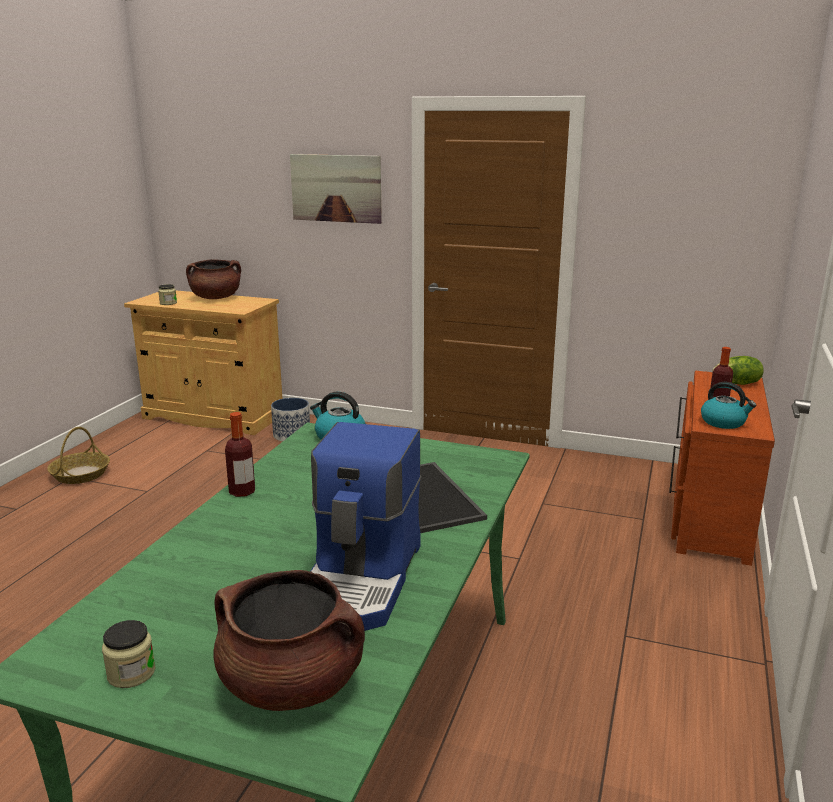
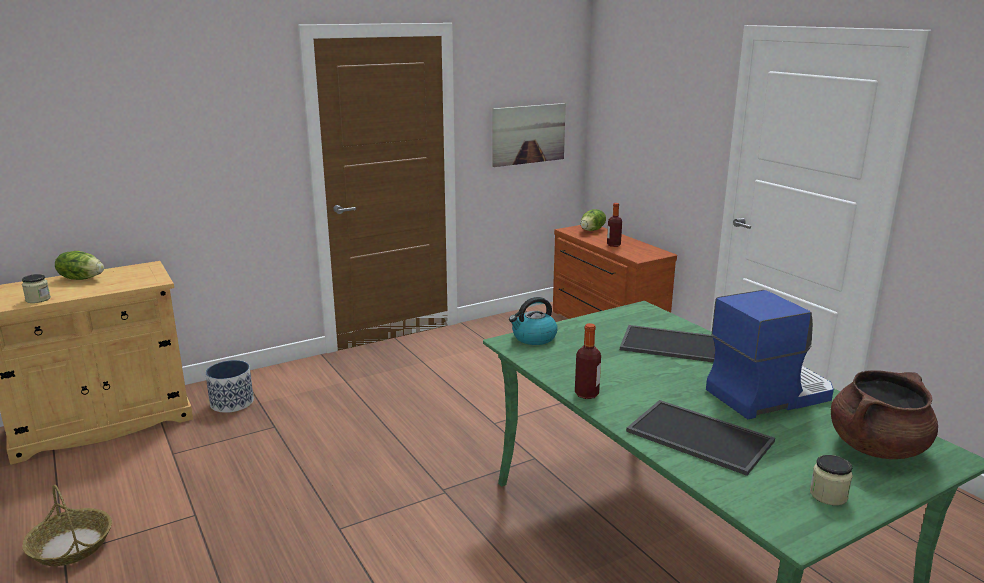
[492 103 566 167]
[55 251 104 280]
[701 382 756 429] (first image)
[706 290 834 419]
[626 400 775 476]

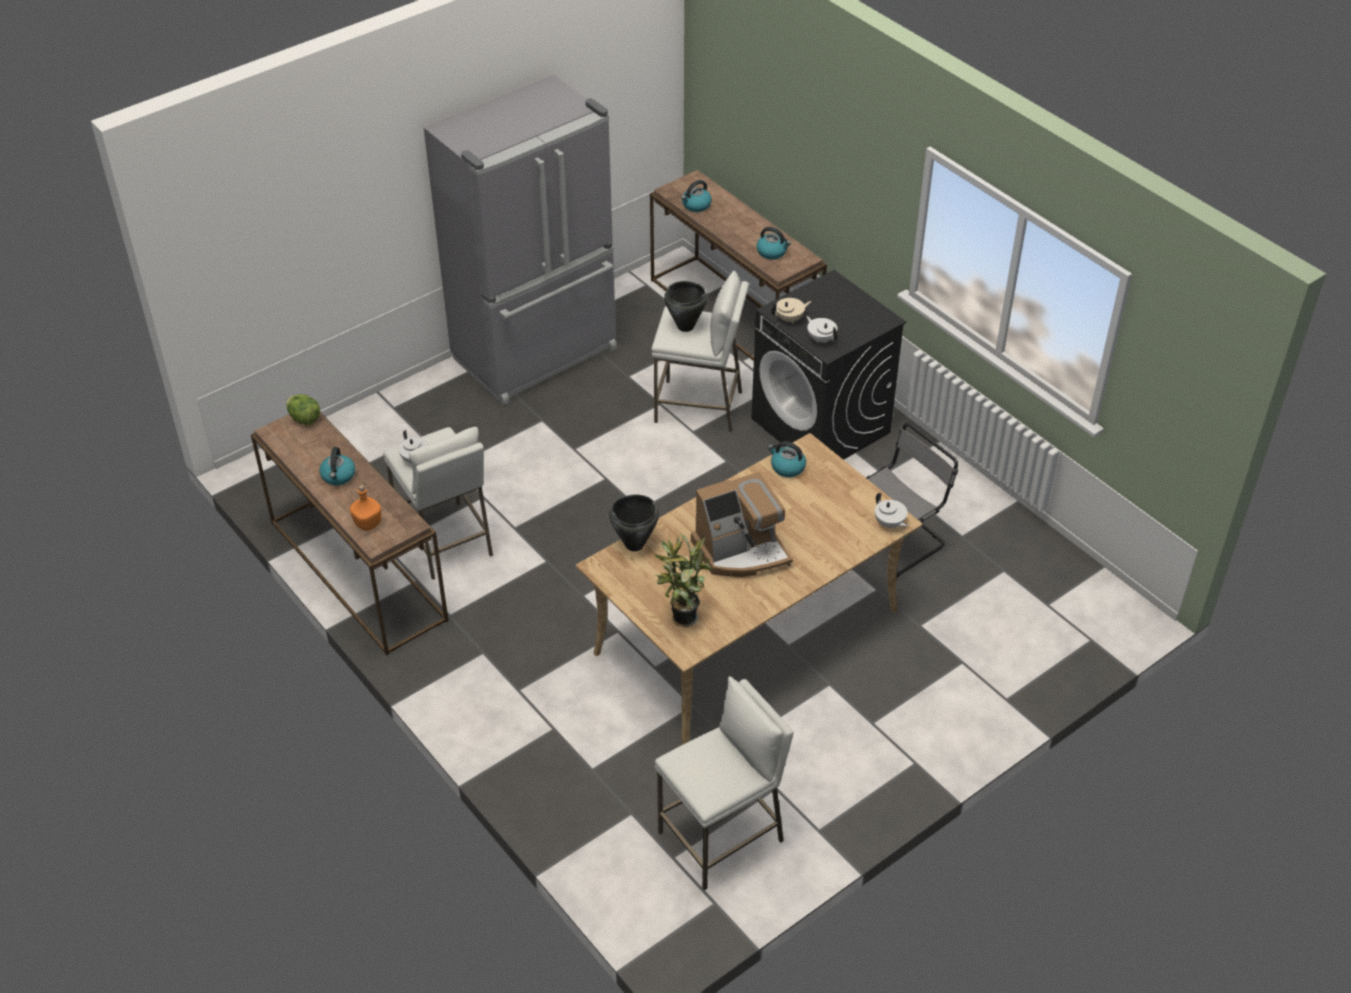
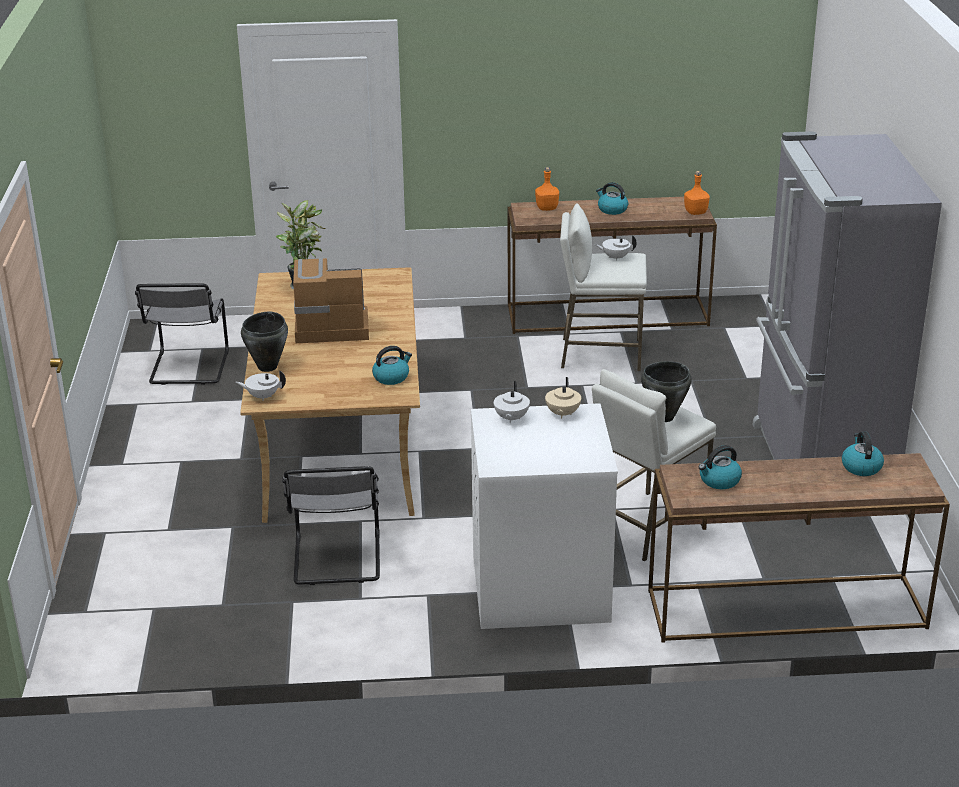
[471 403 618 629]
[494 381 530 423]
[684 171 710 215]
[293 258 369 343]
[241 311 288 372]
[135 283 229 385]

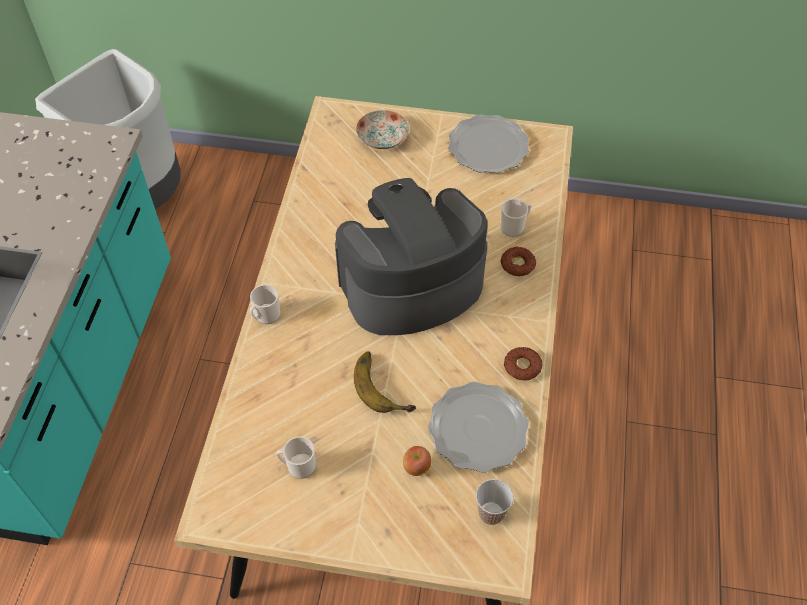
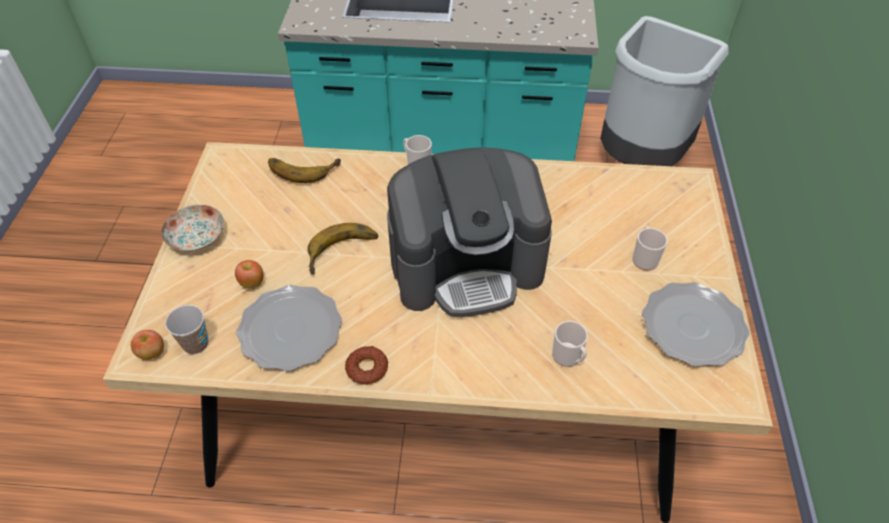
[162 205 224 252]
[387 147 552 317]
[501 247 536 276] (first image)
[632 226 668 270]
[268 158 341 183]
[131 330 164 360]

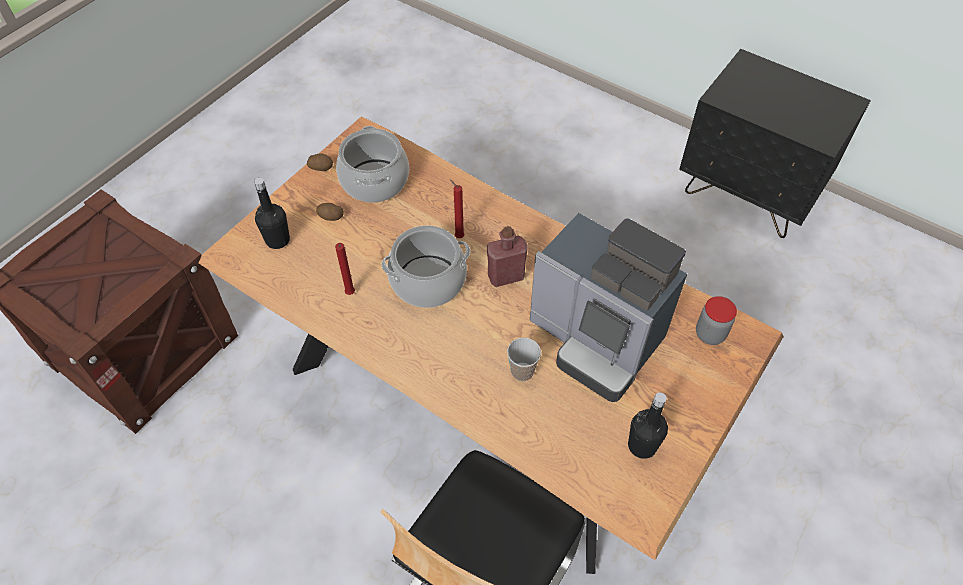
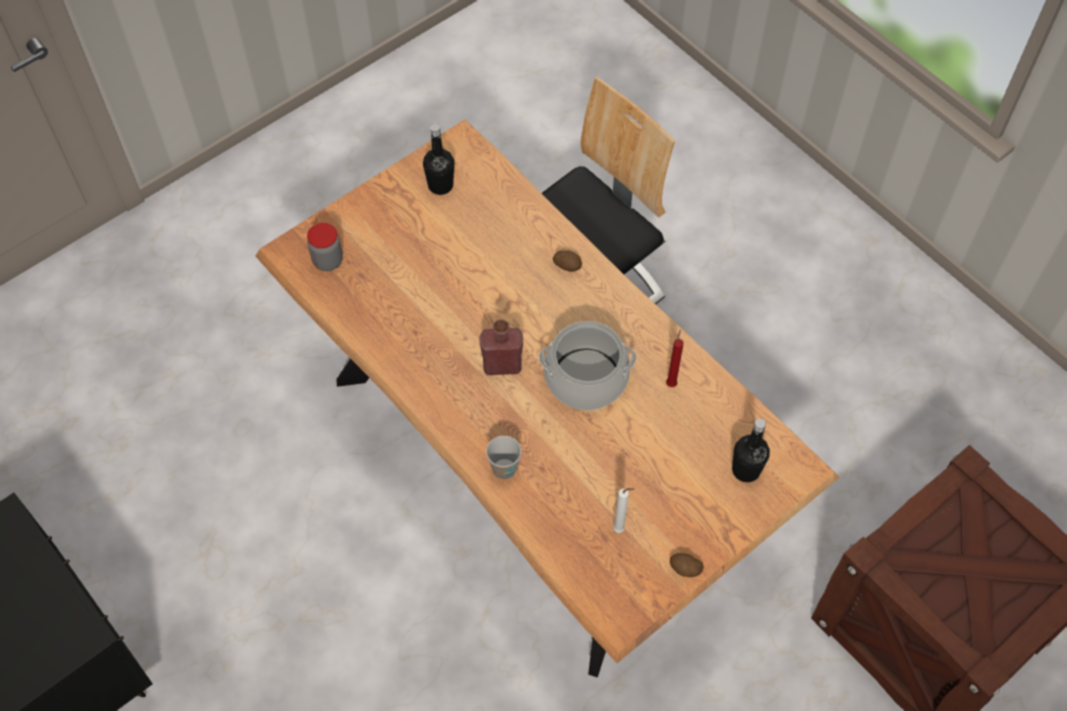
[613 488 635 533]
[450 179 465 238] (first image)
[553 250 582 272]
[530 213 687 402] (first image)
[486 436 521 479]

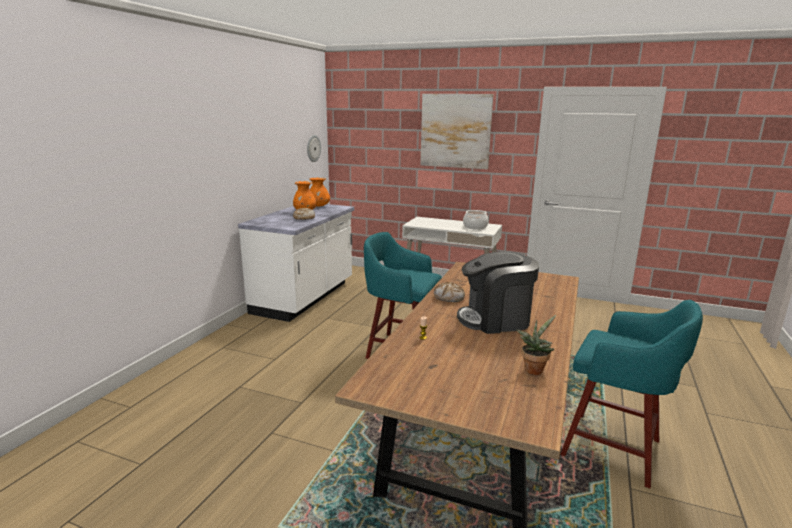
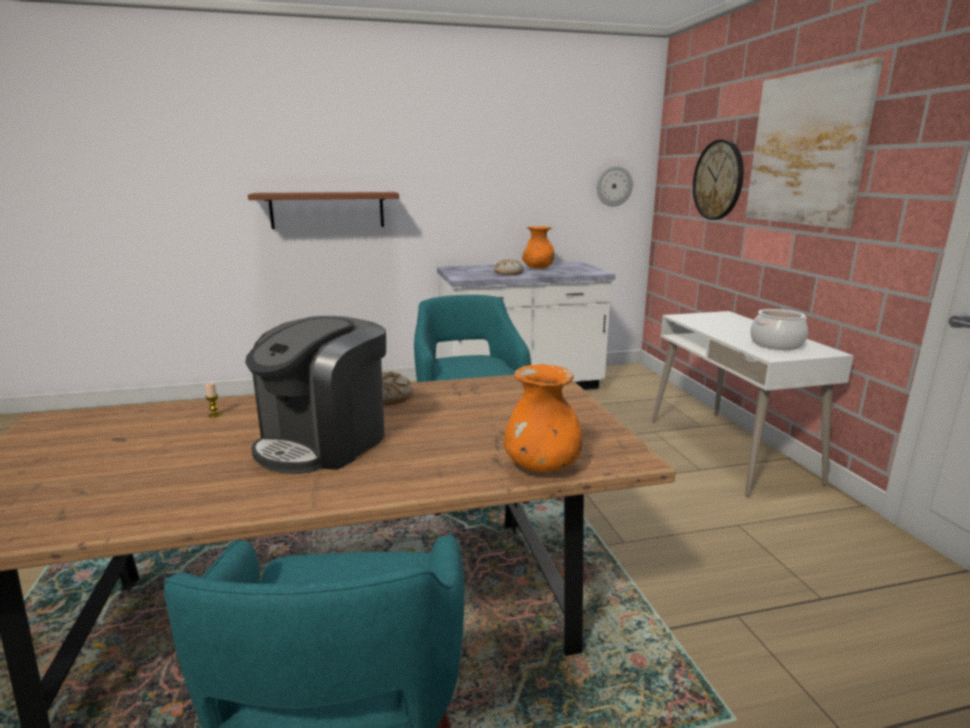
[504 364 582 472]
[245 316 386 474]
[516 315 556 375] (first image)
[693 139 744 220]
[248 192 399 229]

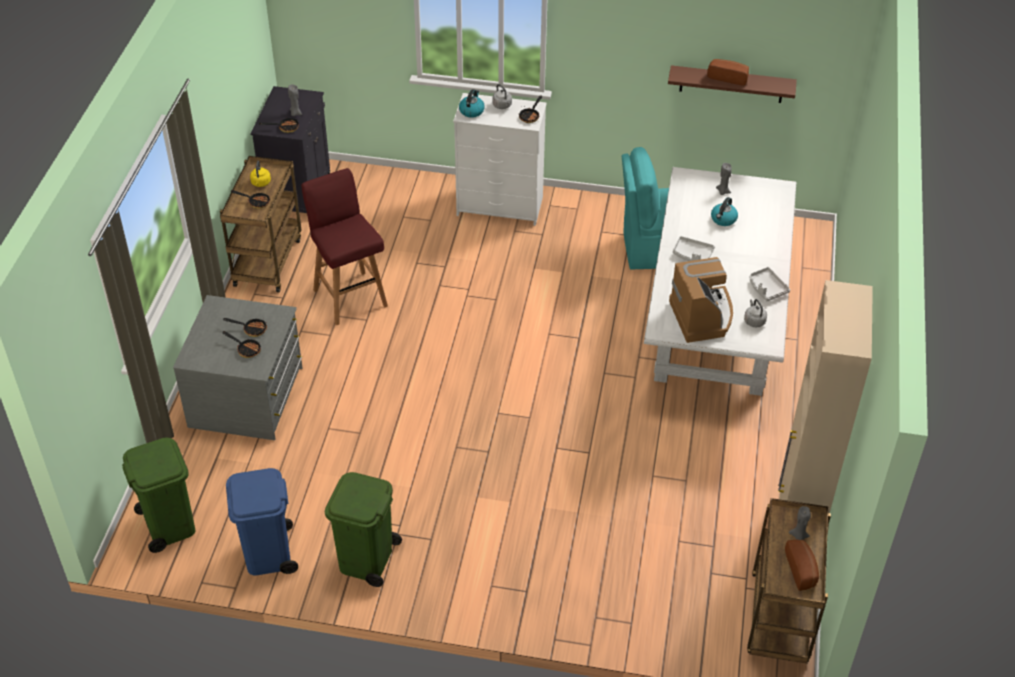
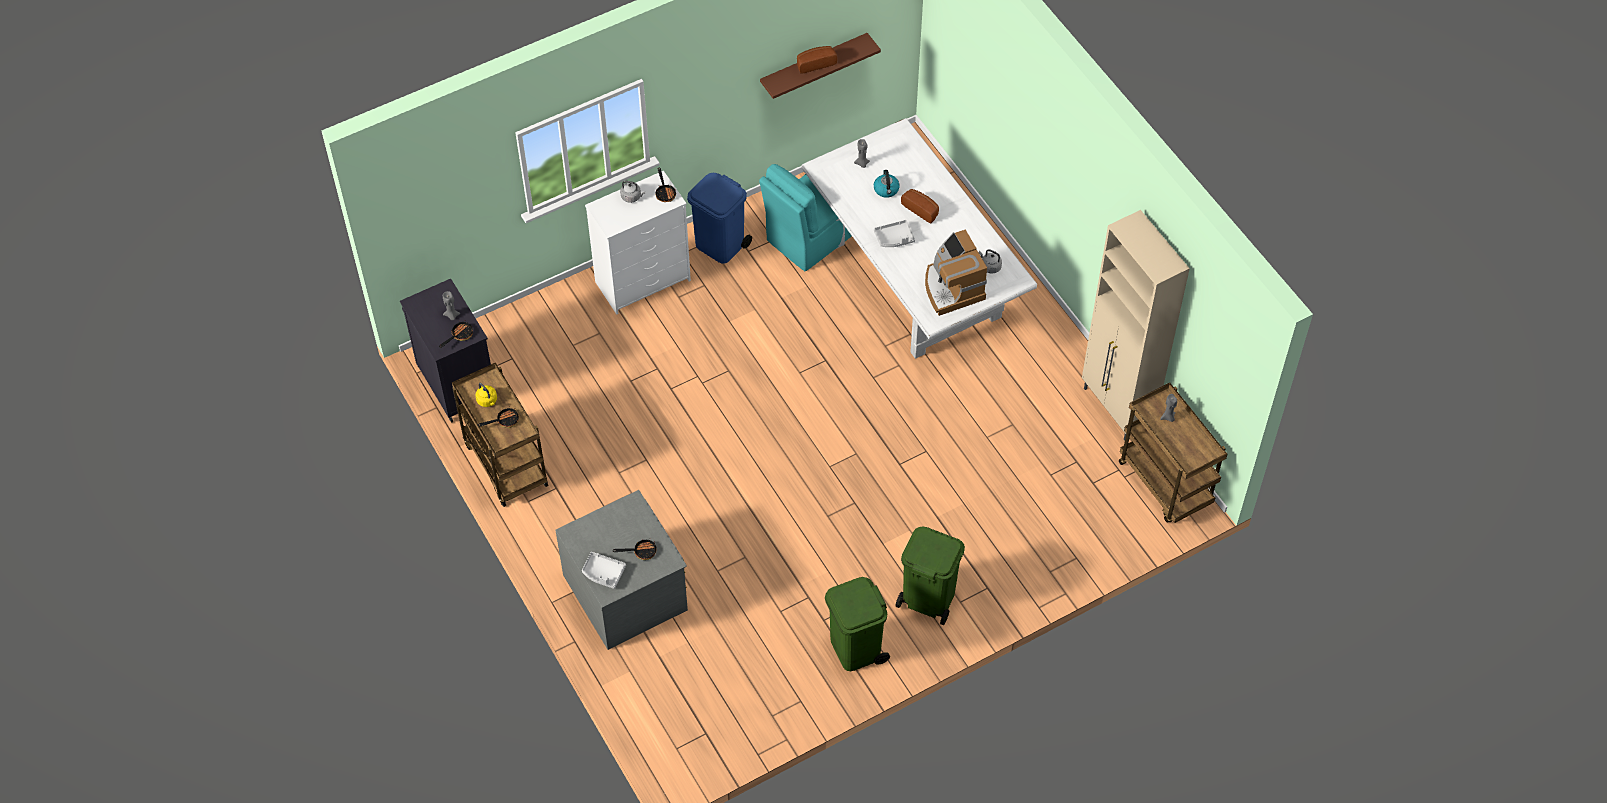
[459 89 485 118] (first image)
[301 168 388 325] (first image)
[925 229 987 316]
[582 552 626 589]
[223 318 267 337] (first image)
[896 526 965 625]
[687 173 752 264]
[901 189 939 223]

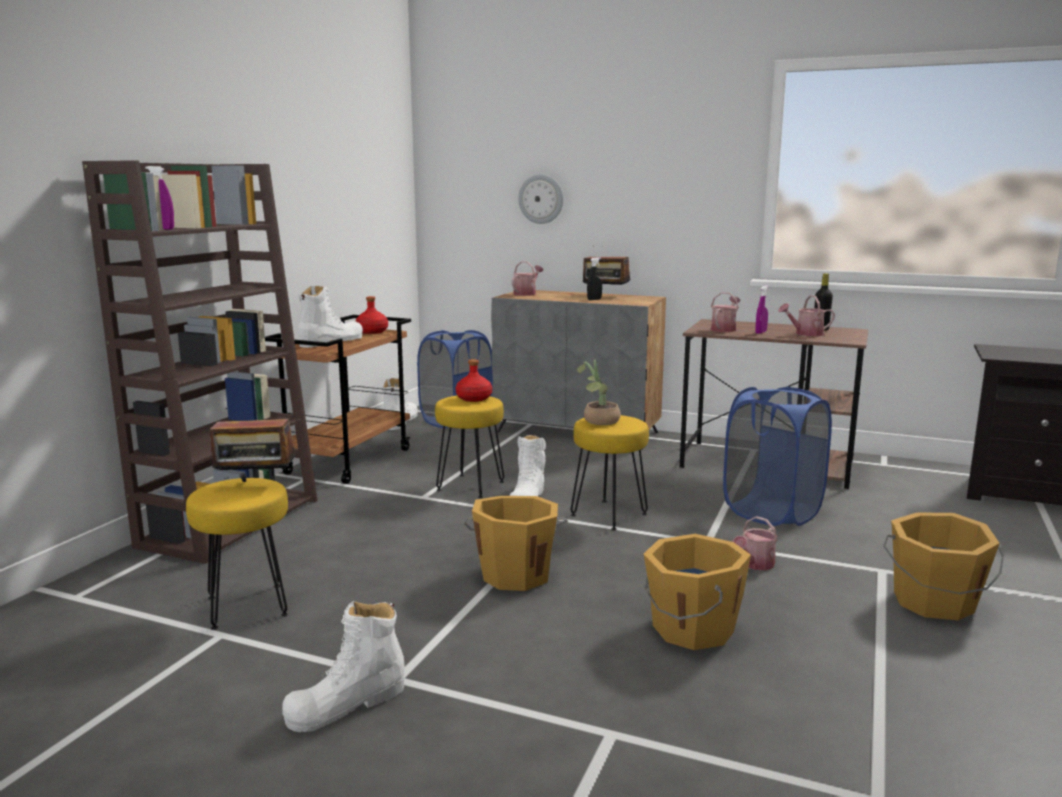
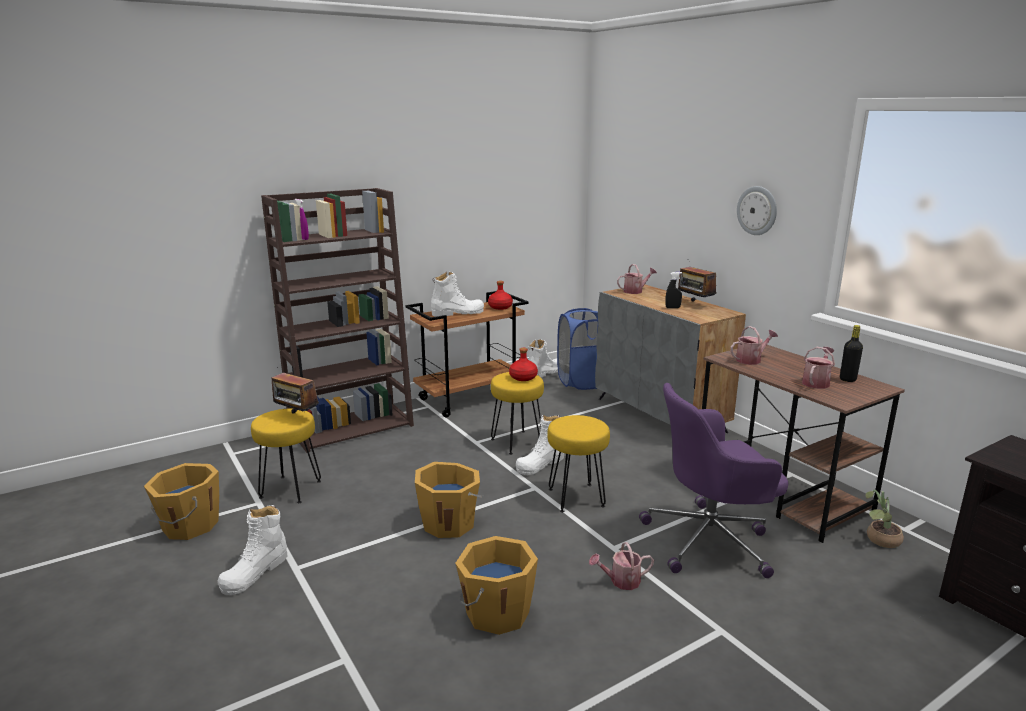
[737 186 777 235]
[755 285 768 334] (first image)
[802 347 835 389]
[865 490 904 548]
[639 383 788 578]
[144 463 219 540]
[218 505 288 595]

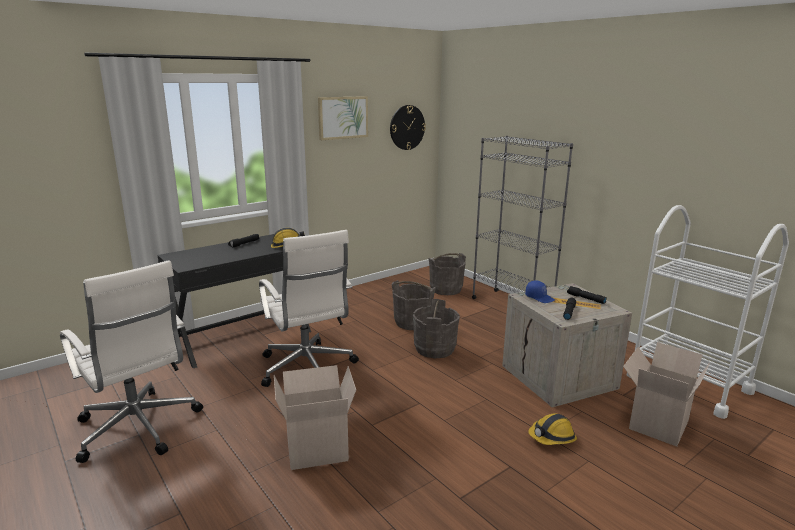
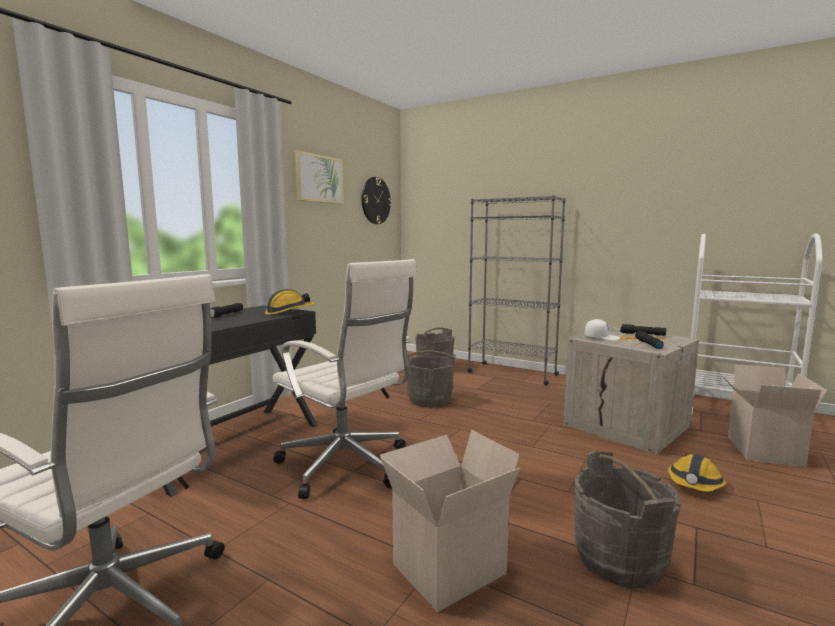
[585 319 620 341]
[574 451 681 588]

